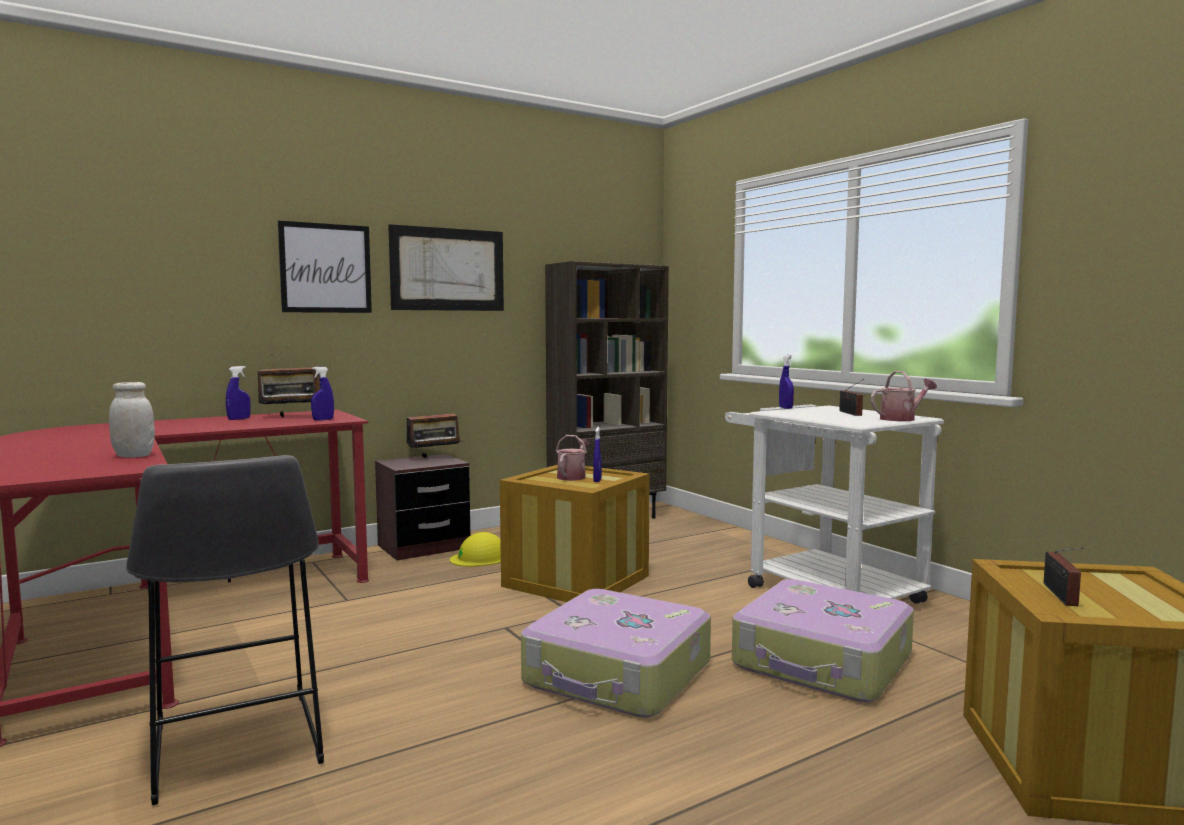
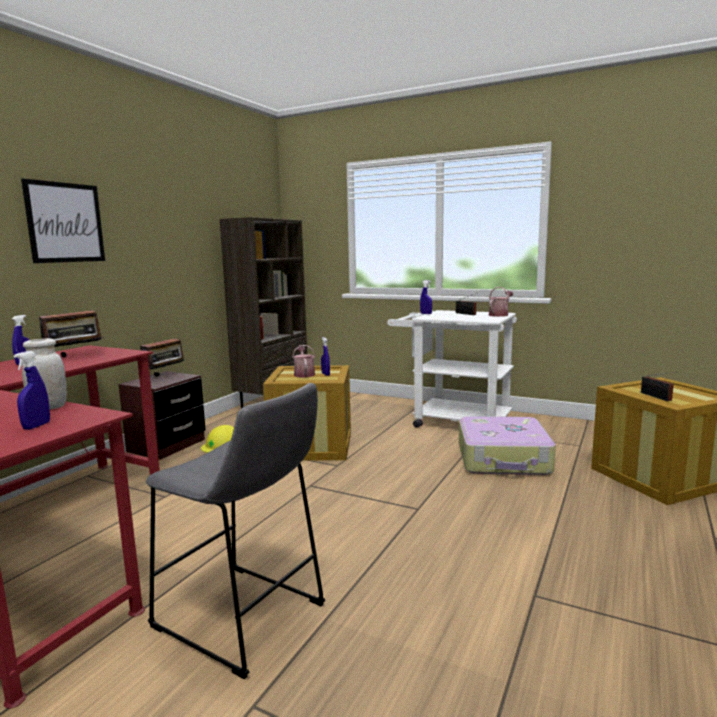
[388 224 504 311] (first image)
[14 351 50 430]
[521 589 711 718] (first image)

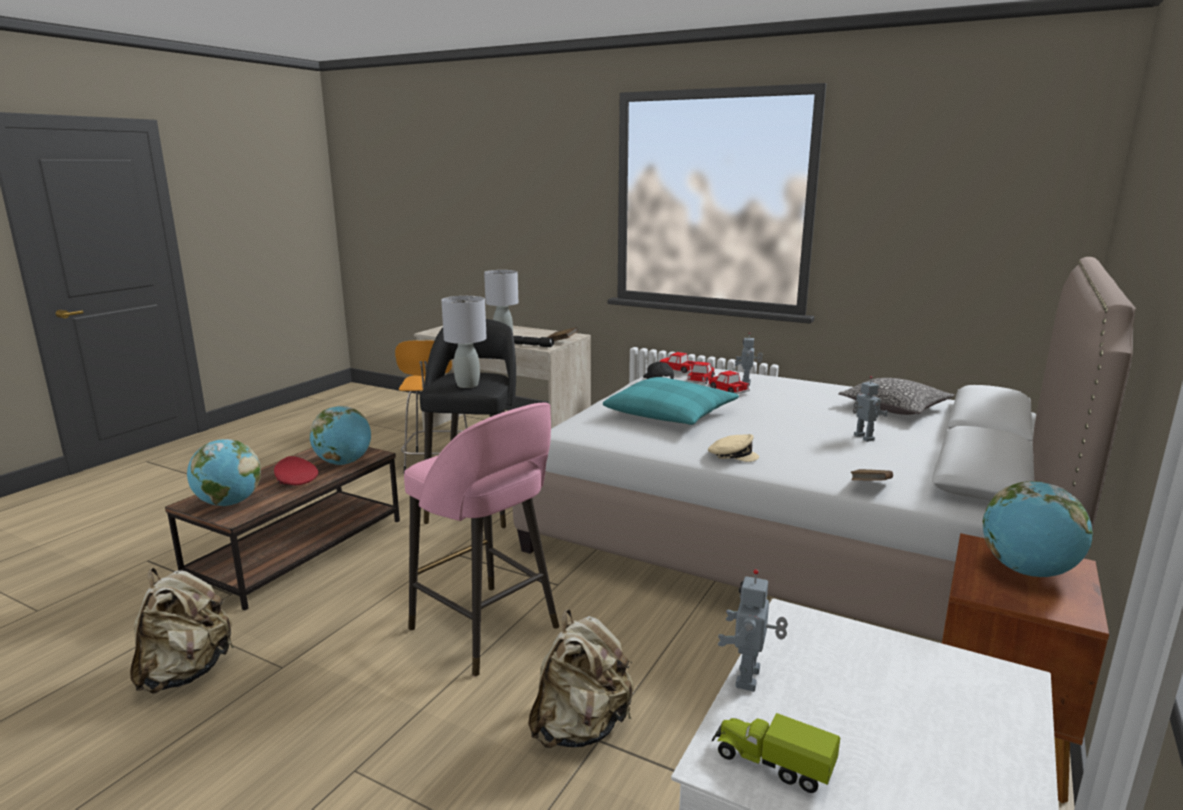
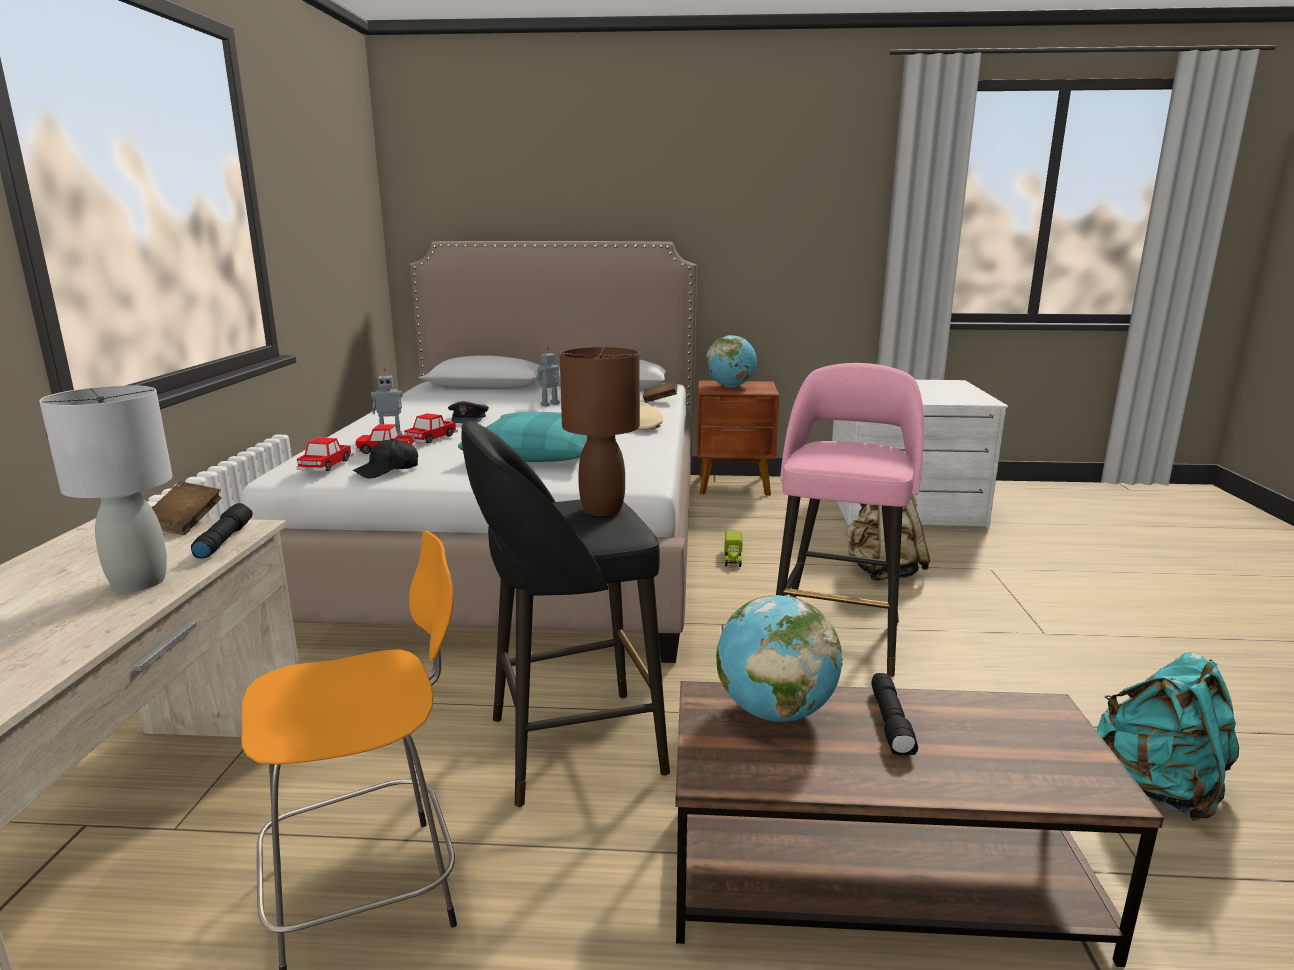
[560 347 640 516]
[838 378 955 415] (first image)
[187 439 261 506] (first image)
[871 673 918 756]
[1096 652 1239 821]
[718 569 788 692] (first image)
[725 531 742 567]
[448 401 489 423]

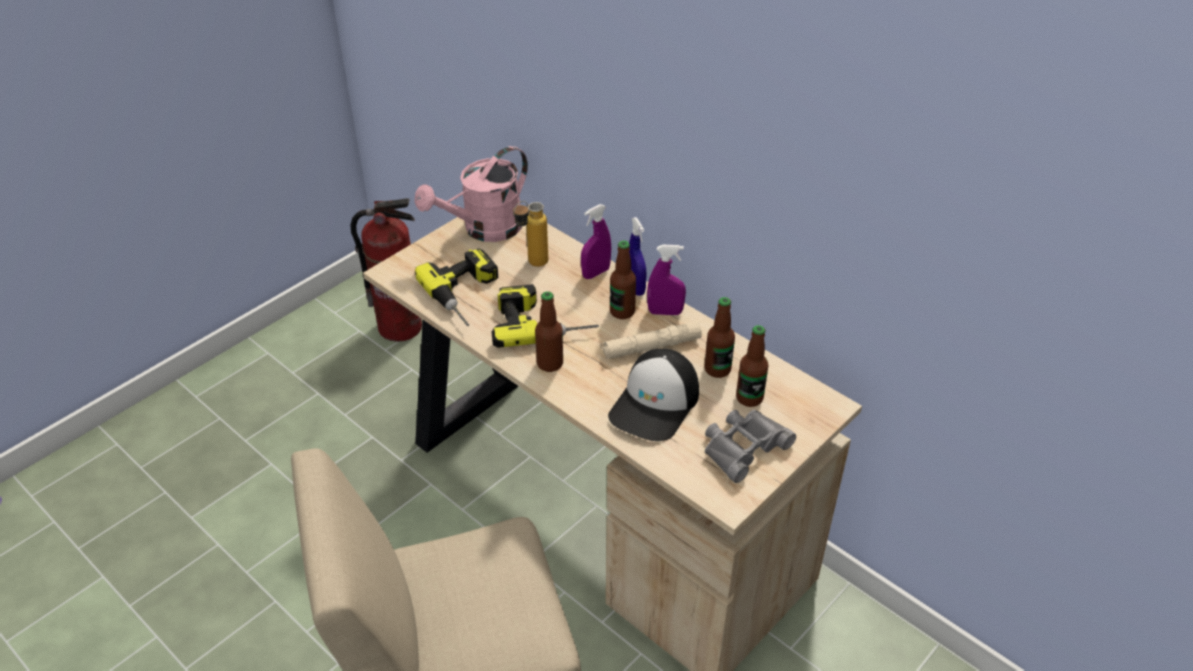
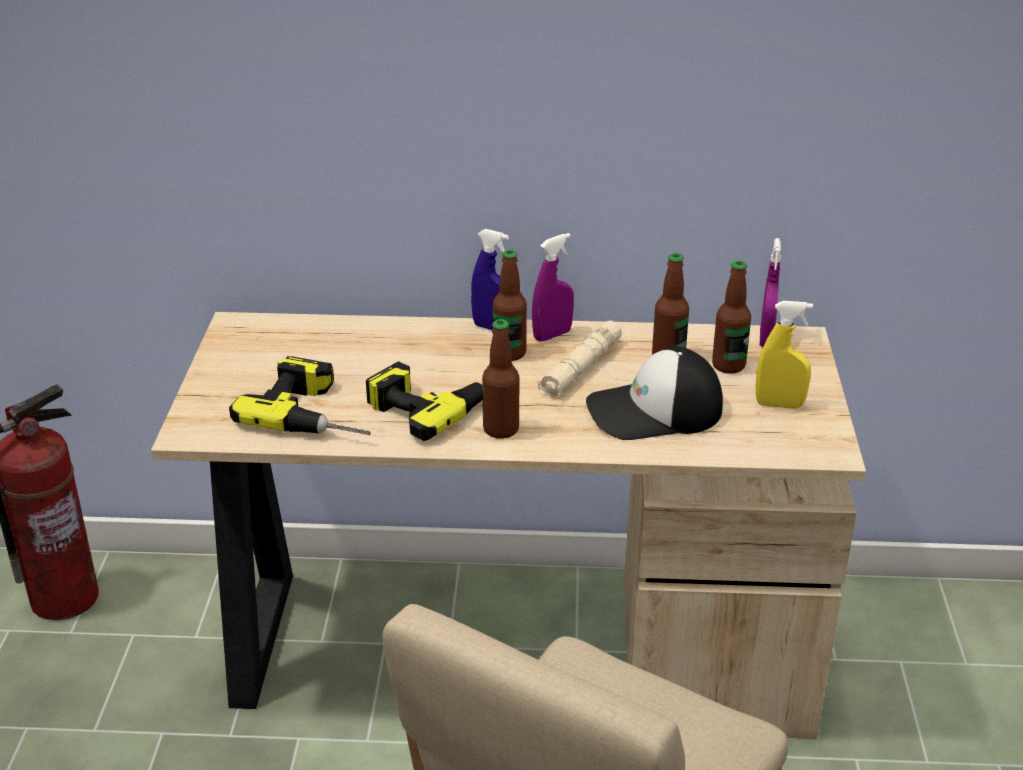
[415 146 528 242] (first image)
[513 201 548 267] (first image)
[760 238 781 347]
[586 347 723 440]
[756 301 813 409]

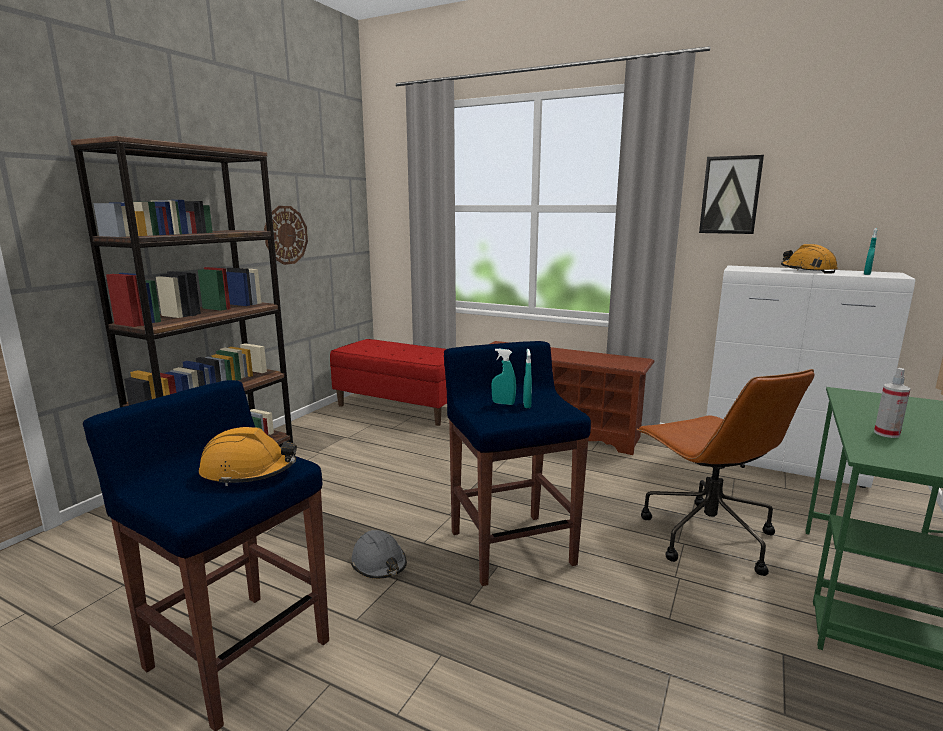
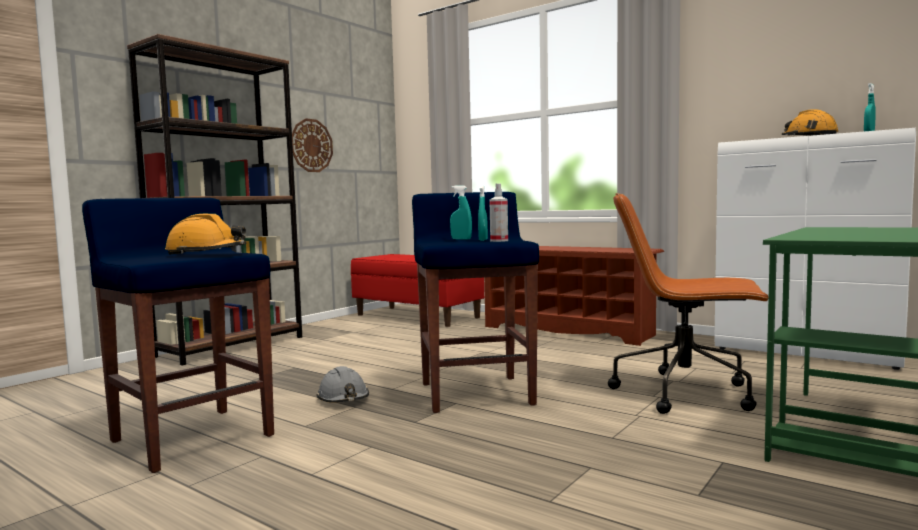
[699 155 764 234] (first image)
[489 183 508 242]
[608 193 769 414]

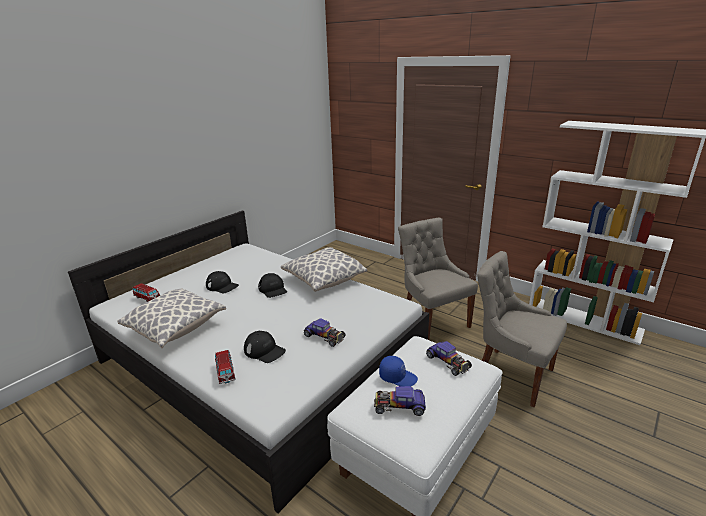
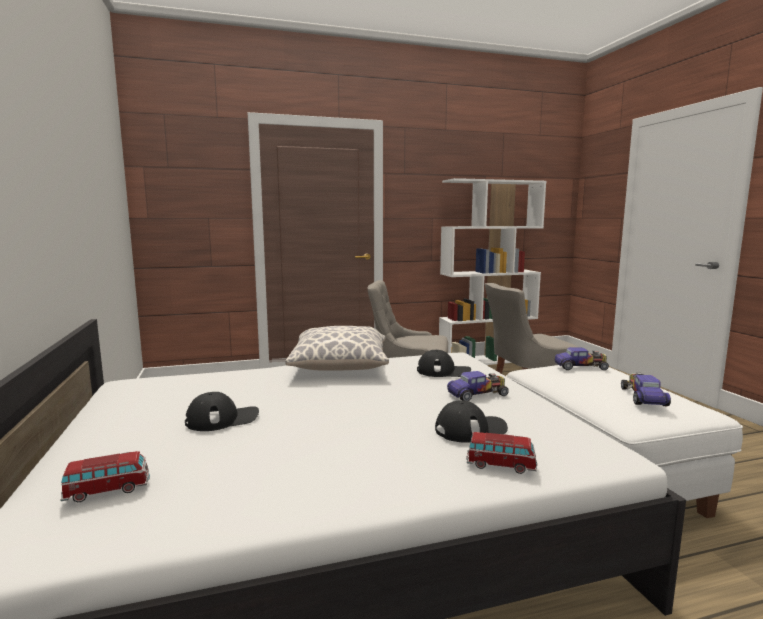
[417 350 471 377]
[117 288 226 348] (first image)
[379 356 418 387] (first image)
[621 372 671 407]

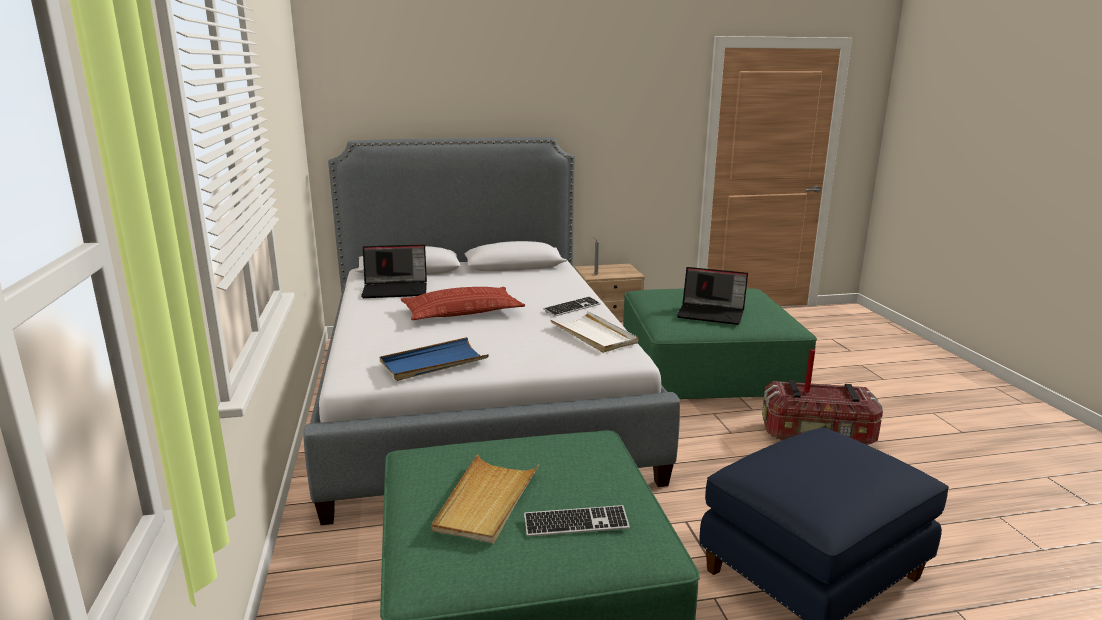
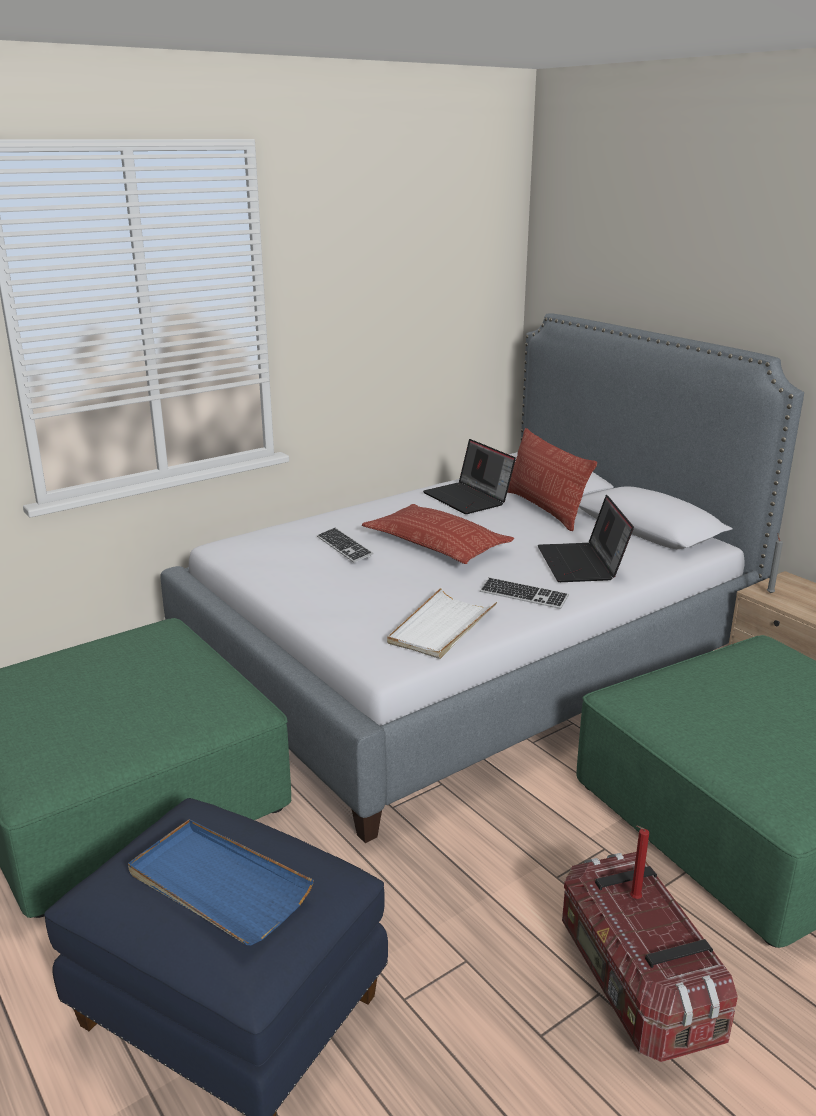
[538 495 634 582]
[128 819 314 945]
[432 454 539 544] (first image)
[317 527 373 563]
[507 428 597 531]

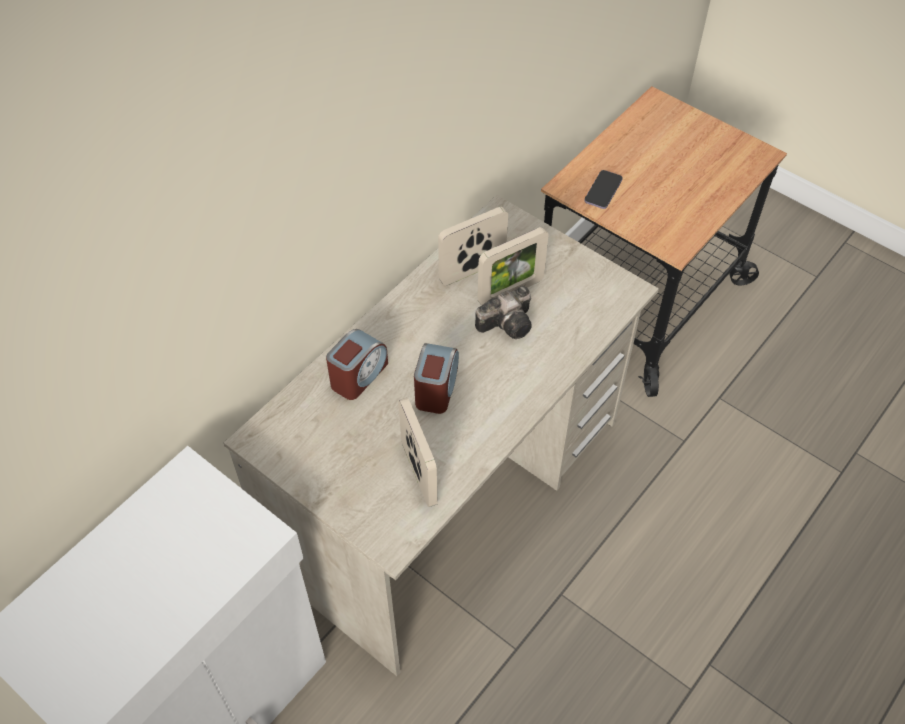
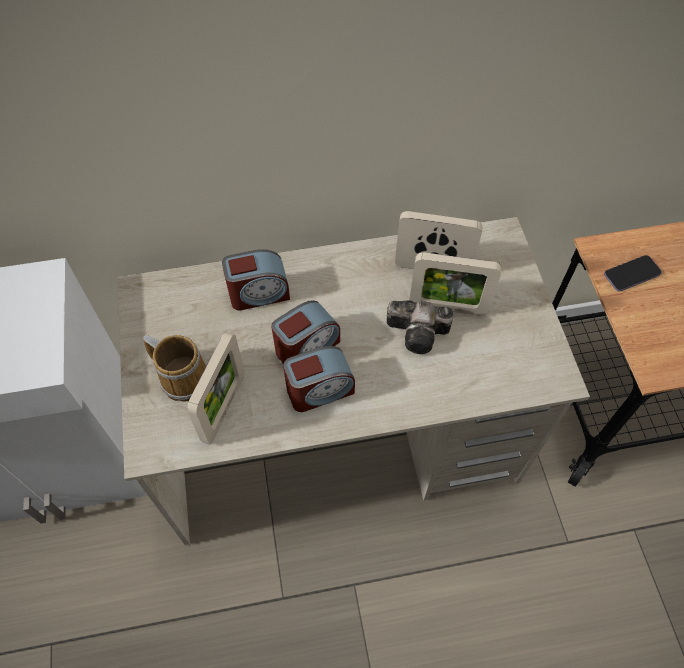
[143 335 207 402]
[283 346 355 412]

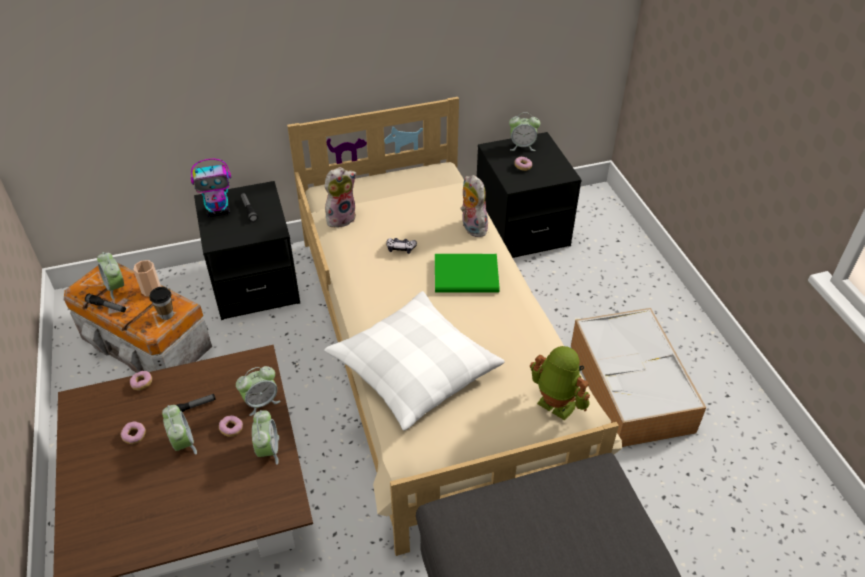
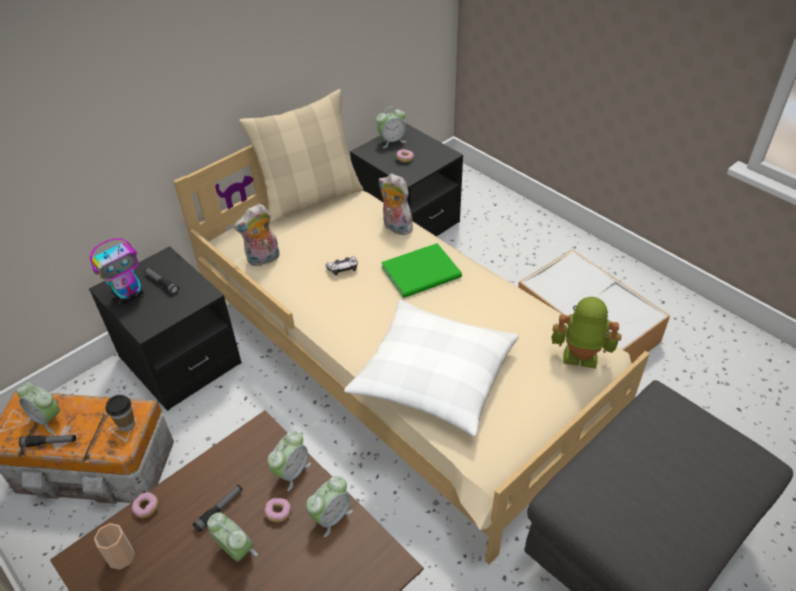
[233 204 279 266]
[94 523 135 570]
[306 476 353 537]
[121 421 146 444] (first image)
[239 89 363 223]

